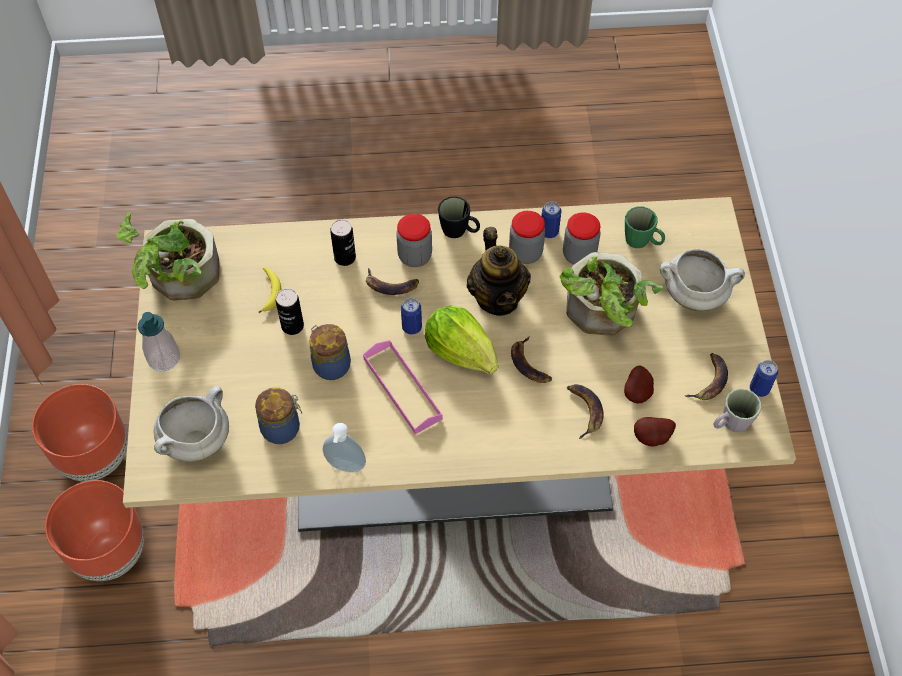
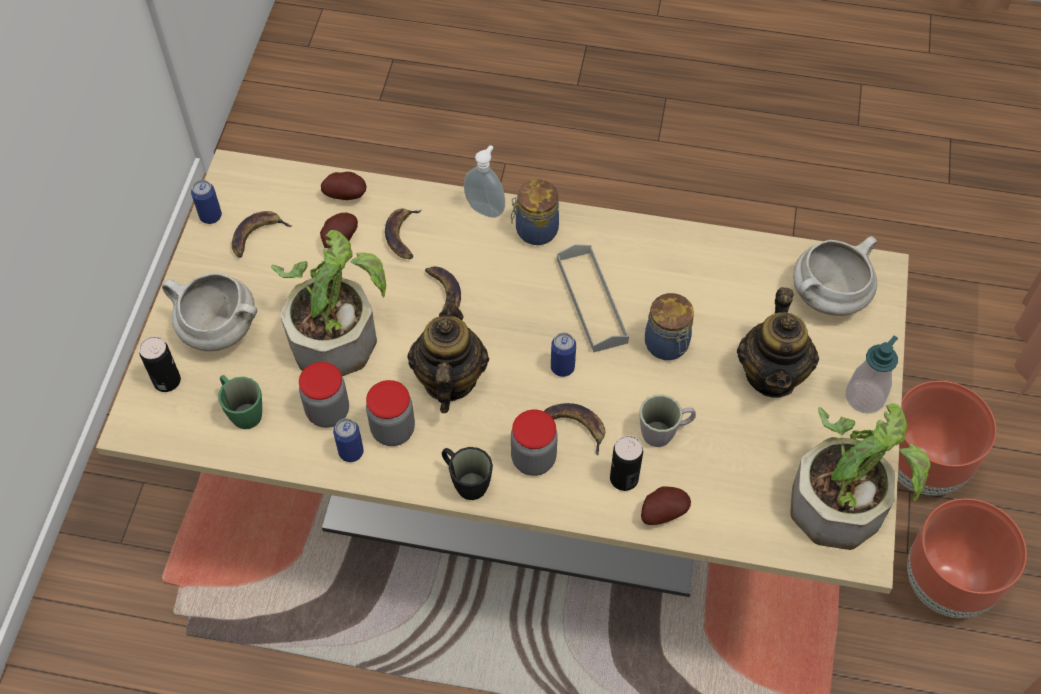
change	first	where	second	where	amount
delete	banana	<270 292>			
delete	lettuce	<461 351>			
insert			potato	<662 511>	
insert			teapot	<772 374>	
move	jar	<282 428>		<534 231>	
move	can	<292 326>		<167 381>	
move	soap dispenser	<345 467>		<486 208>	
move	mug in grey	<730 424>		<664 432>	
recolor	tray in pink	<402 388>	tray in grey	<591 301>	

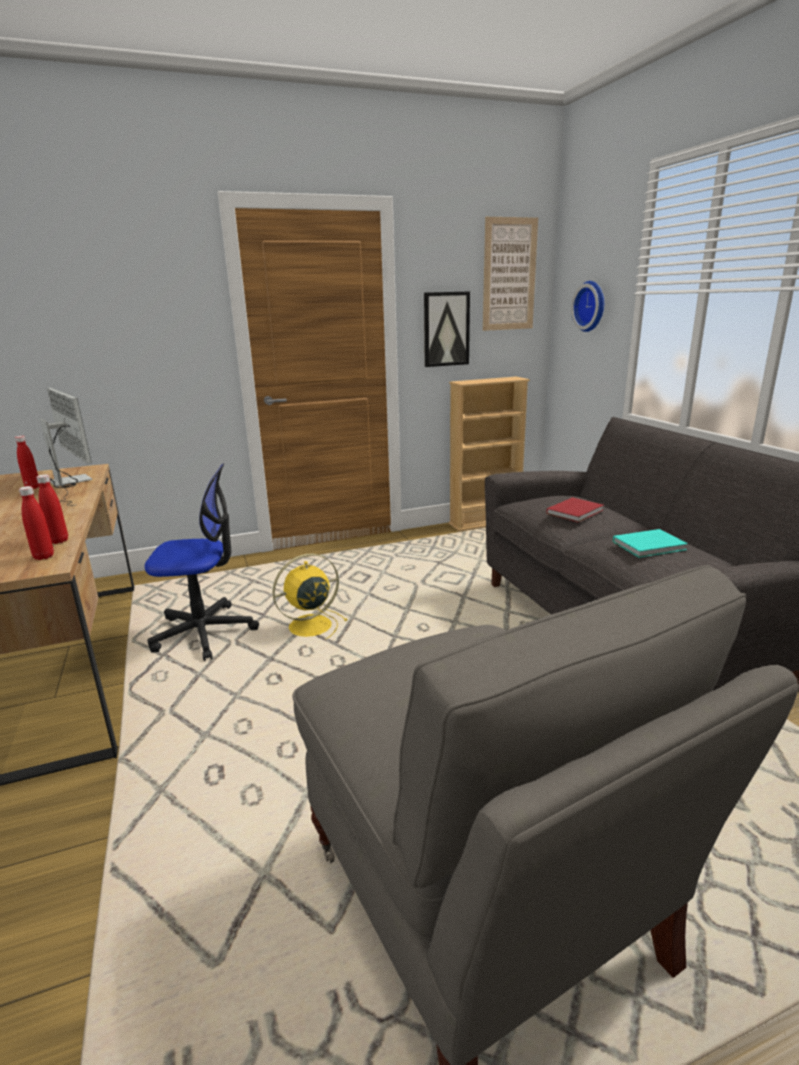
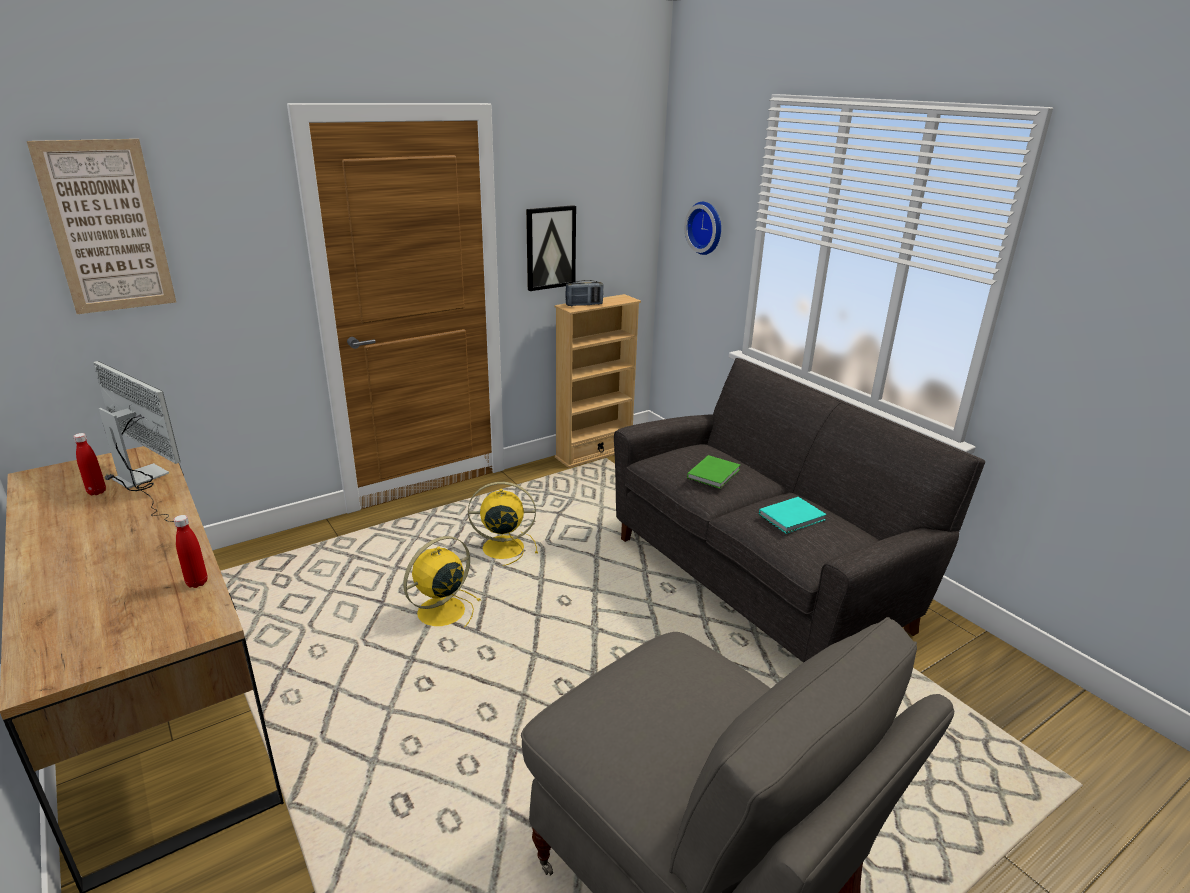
change	first	where	second	where	amount
delete	bottle in red	<44 557>			
delete	office chair	<204 632>			
insert			fan in yellow	<501 548>	
insert			radio	<584 305>	
move	picture	<509 275>		<107 227>	
recolor	book in red	<576 512>	book in green	<715 473>	

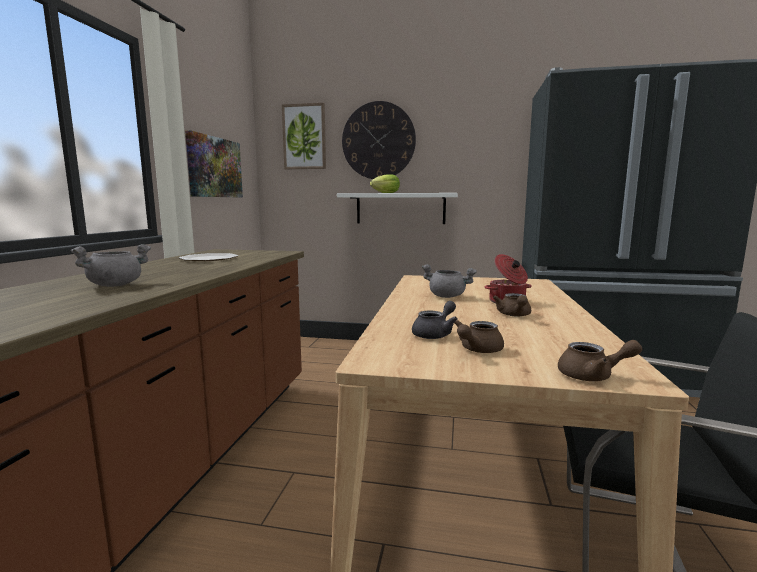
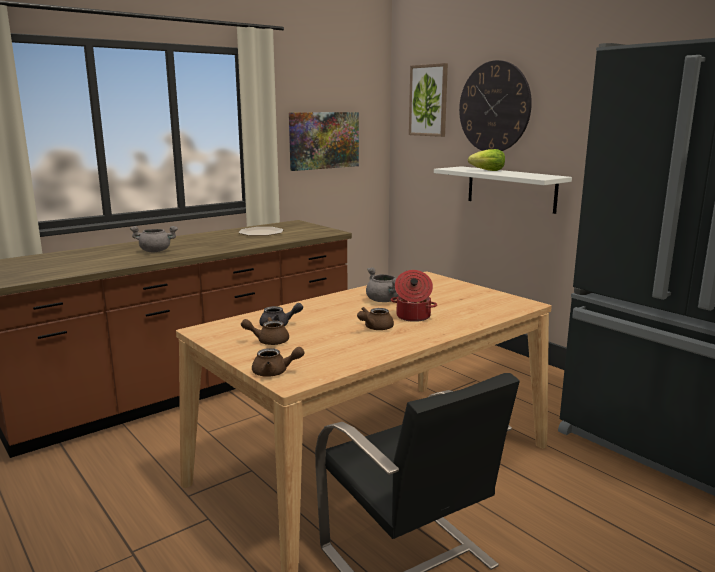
change	first	where	second	where	amount
rotate	teapot in brown	<593 376>		<275 372>	45 degrees counterclockwise

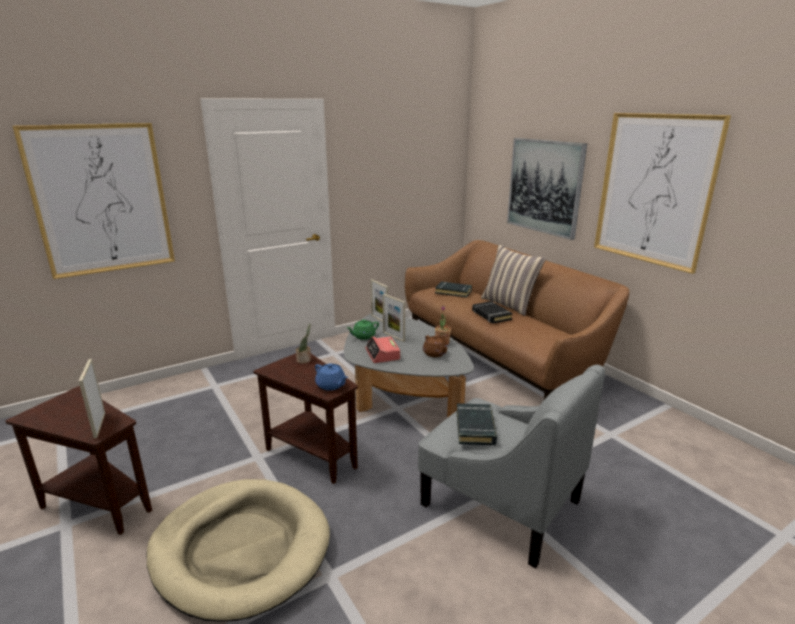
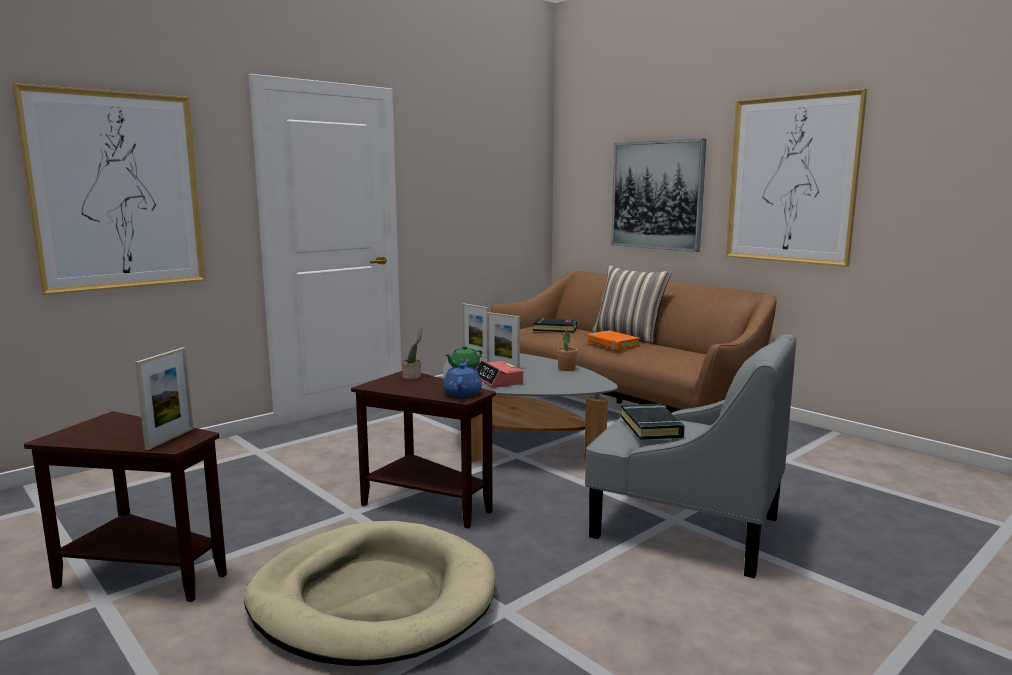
change	first	where	second	where	amount
delete	teapot in brown	<435 354>			
recolor	book in black	<491 315>	book in orange	<613 344>	
rotate	picture frame	<99 425>		<170 438>	135 degrees counterclockwise
rotate	teapot in blue	<331 385>		<462 393>	120 degrees counterclockwise

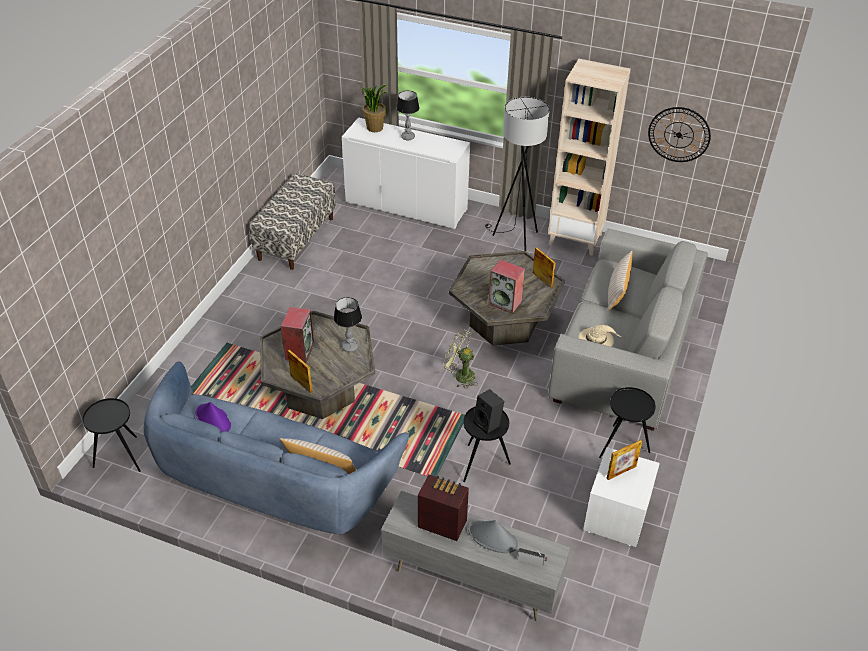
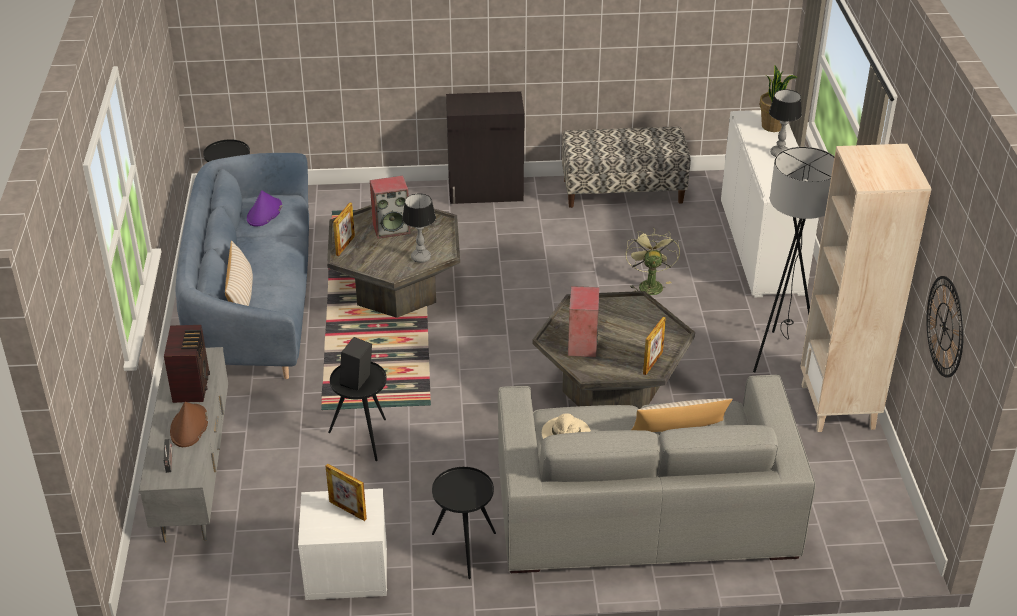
change	first	where	second	where	amount
insert			cabinet in black	<486 192>	
move	fan in green	<460 375>		<649 284>	
recolor	hat in grey	<493 537>	hat in brown	<189 427>	

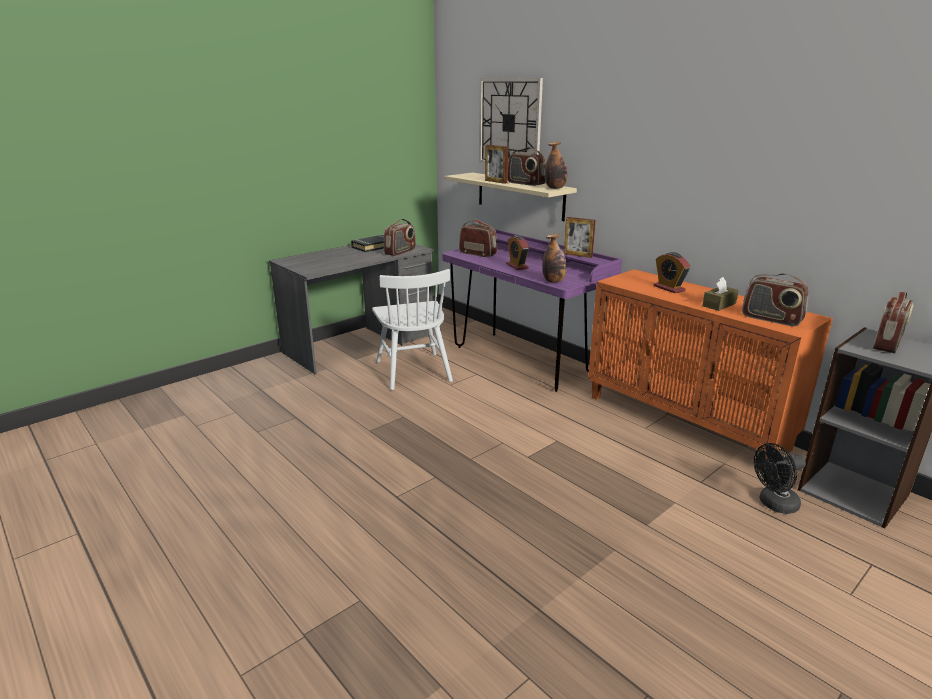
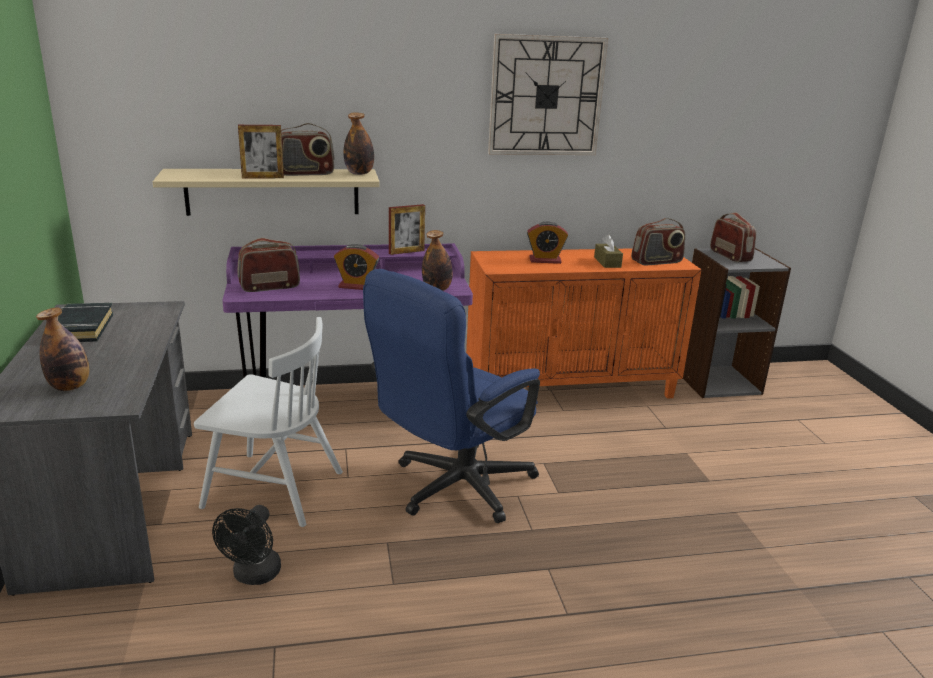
change	first	where	second	where	amount
delete	radio	<400 252>			
insert			bottle	<70 387>	
insert			office chair in blue	<452 489>	
move	wall clock	<510 123>		<546 96>	
move	fan in black	<774 504>		<254 576>	

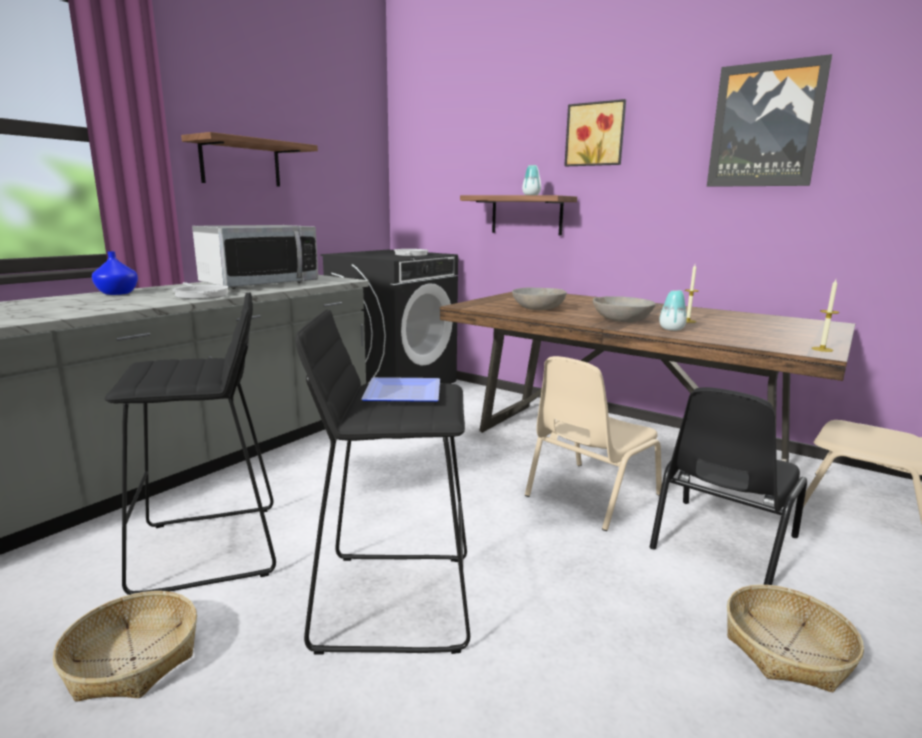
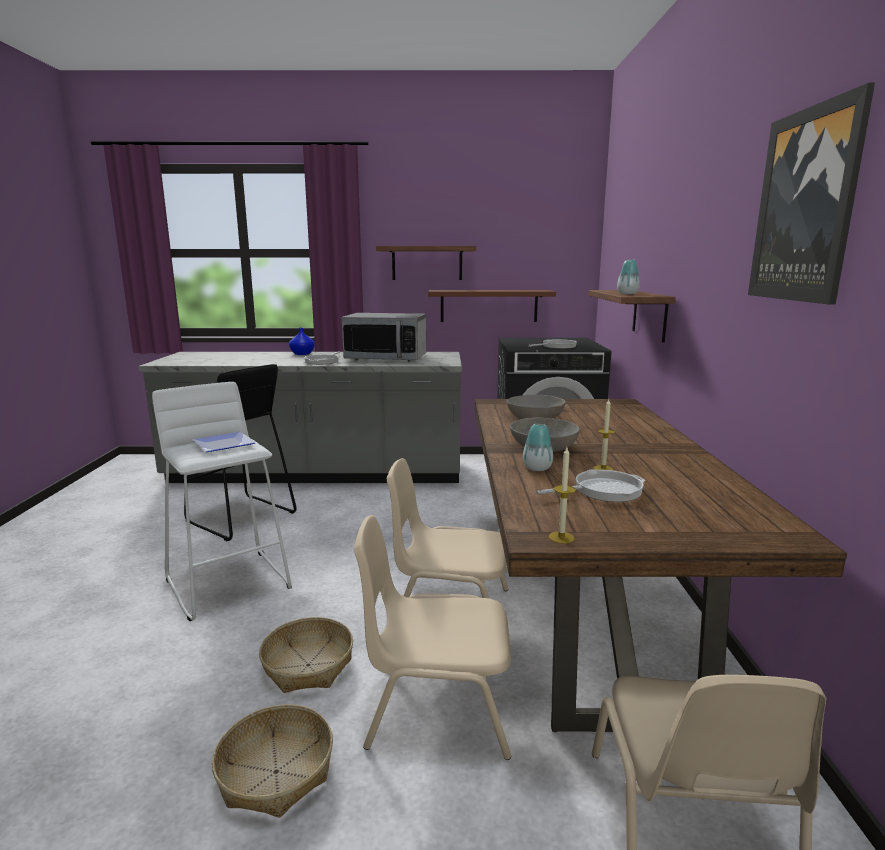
change	first	where	second	where	amount
delete	picture	<595 134>			
insert			shelf in brown	<489 305>	
insert			frying pan	<603 491>	
move	basket	<133 659>		<308 665>	
recolor	stool in black	<394 599>	stool in white	<229 583>	
recolor	chair in black	<721 543>	chair in beige	<437 705>	

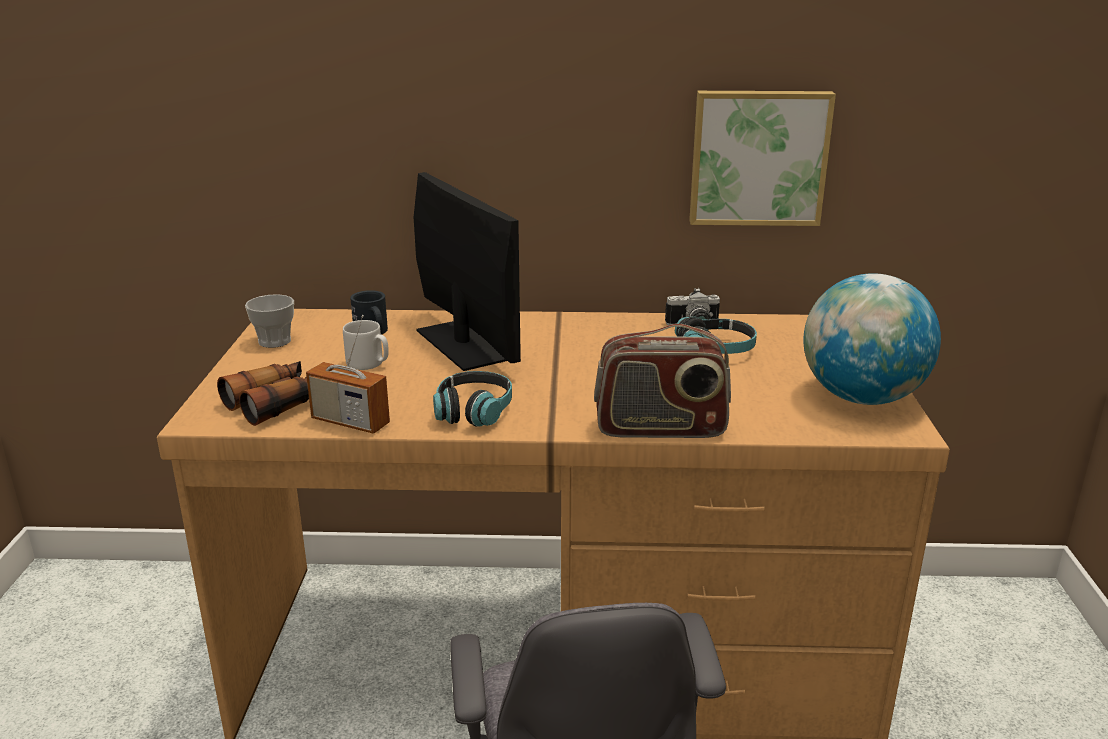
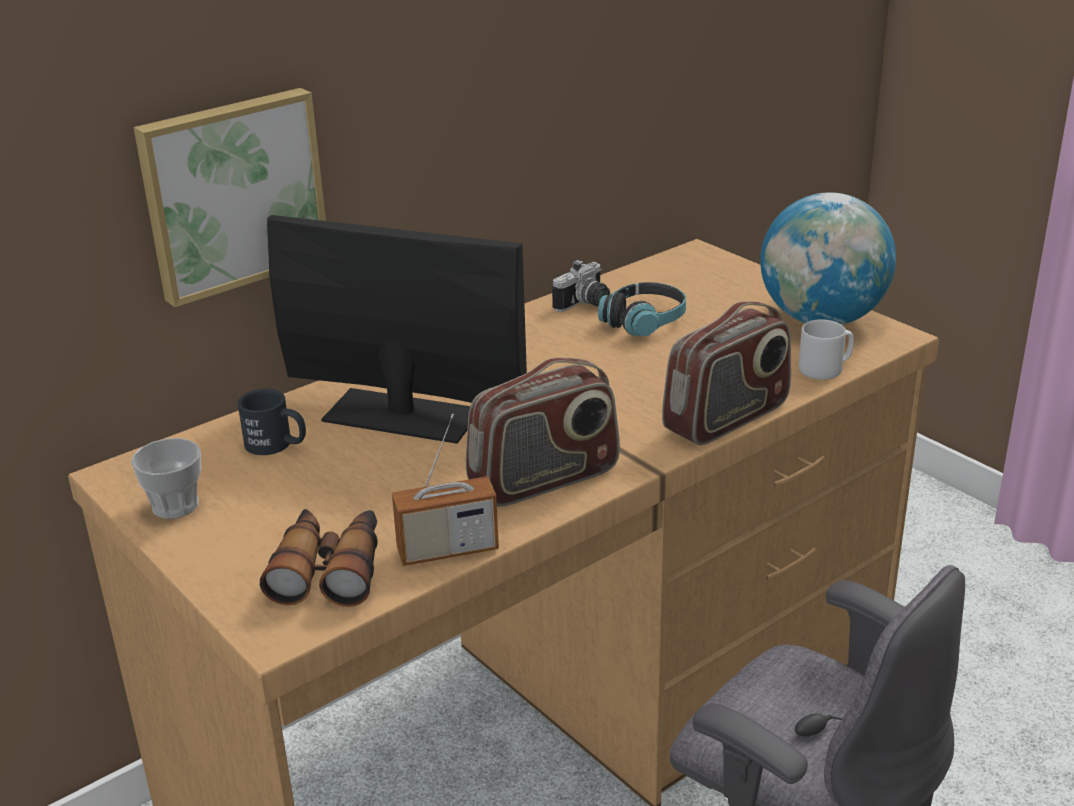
change	first	where	second	where	amount
move	mug in grey	<368 364>		<825 369>	
move	picture	<758 157>		<232 193>	
replace	headphones	<474 411>	radio	<544 479>	

